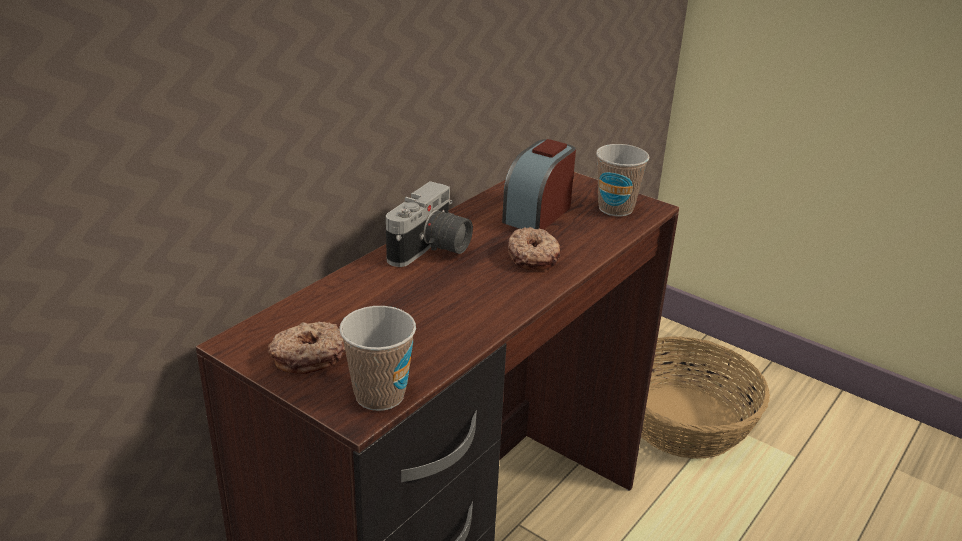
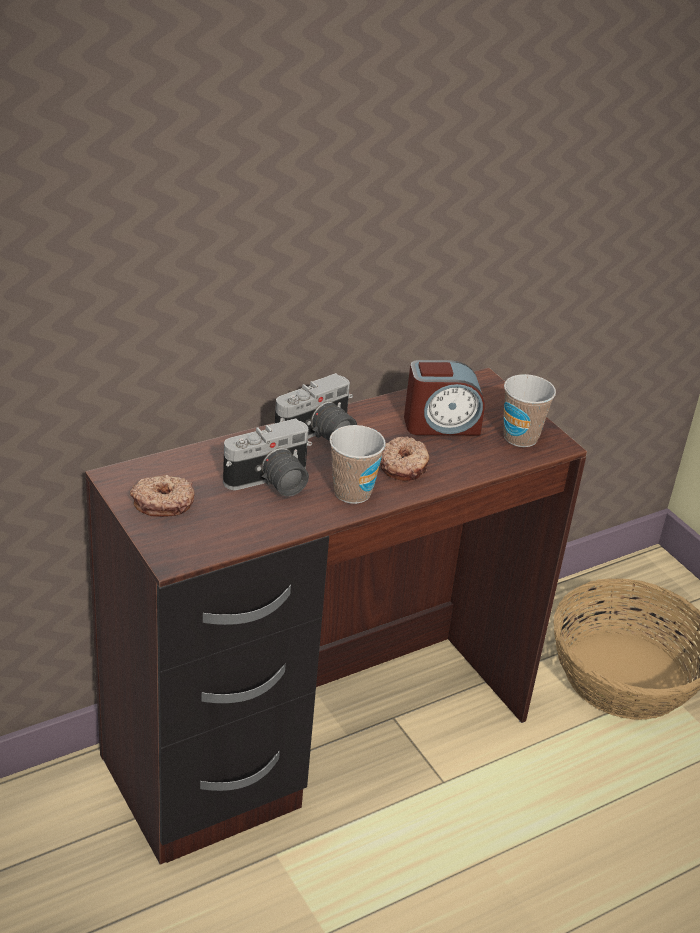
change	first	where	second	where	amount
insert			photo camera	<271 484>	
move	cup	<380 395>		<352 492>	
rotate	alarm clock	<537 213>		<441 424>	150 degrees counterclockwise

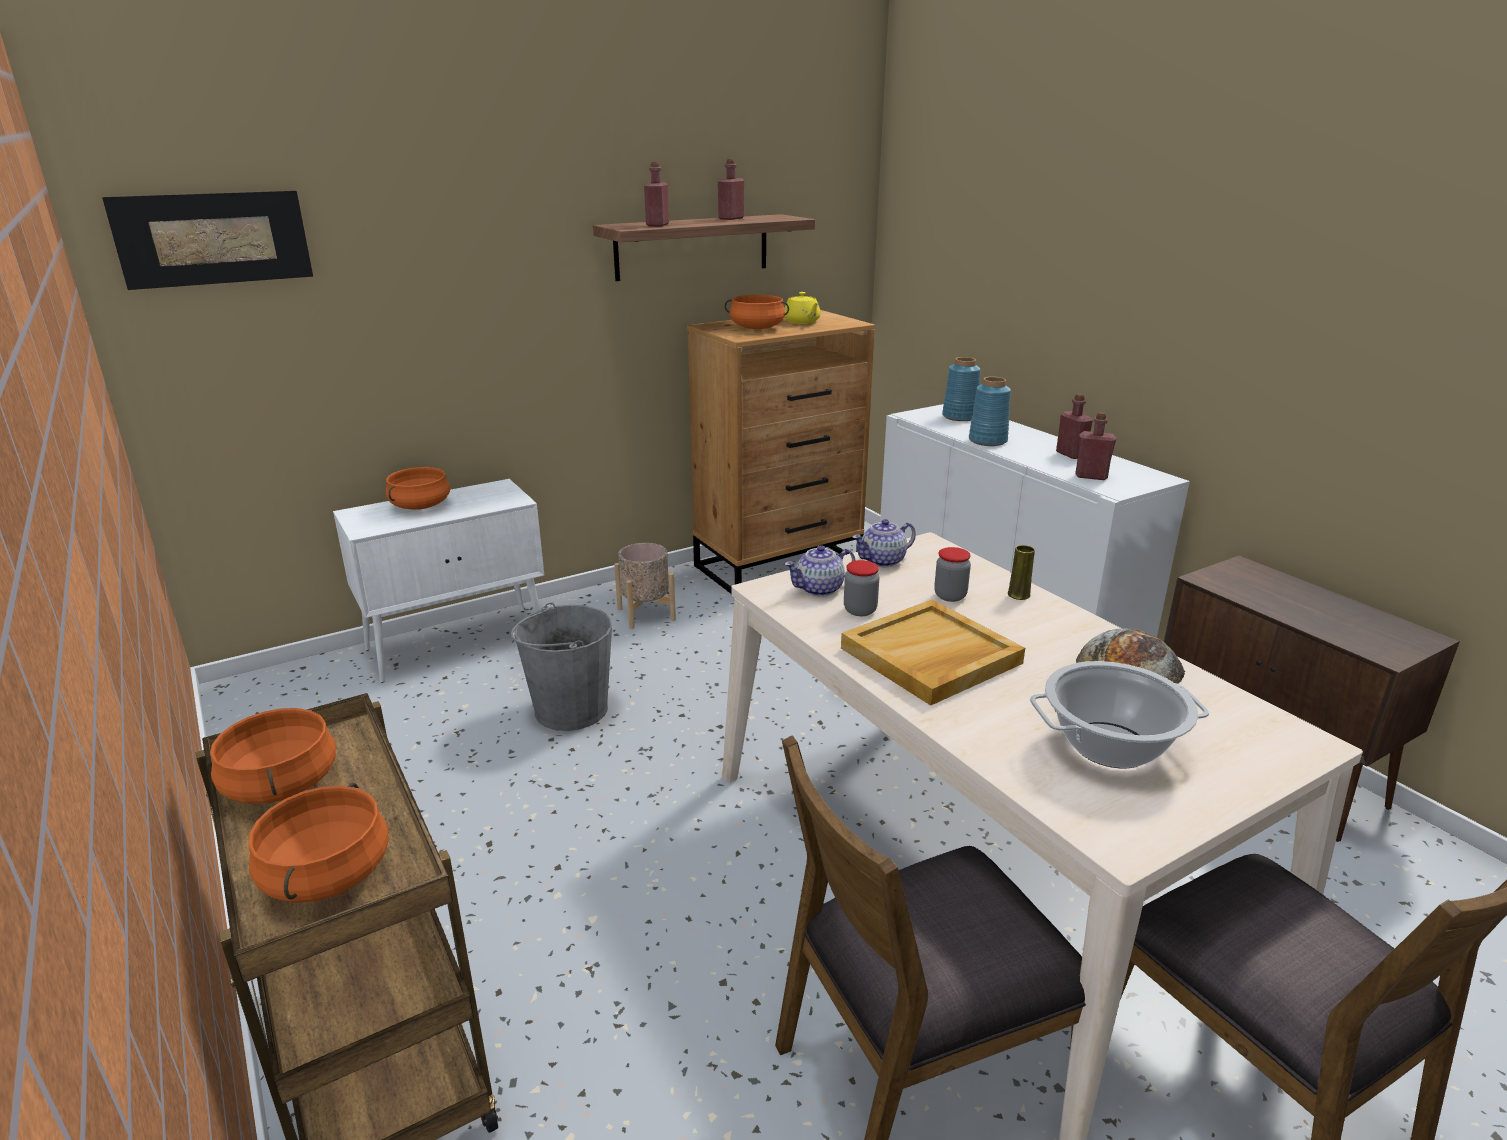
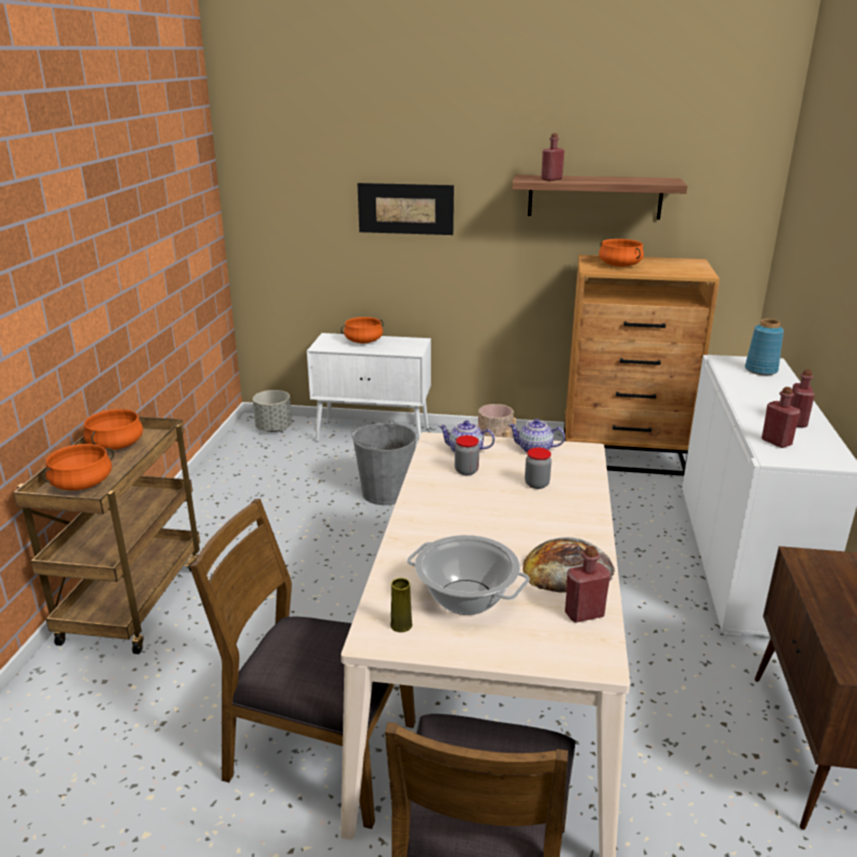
change	first	where	second	where	amount
delete	teapot in yellow	<802 322>			
delete	tray in beige	<930 656>			
delete	vase in blue	<987 441>			
insert			planter in grey	<274 428>	
move	picture	<213 239>		<405 208>	
move	bottle in red	<731 218>		<584 614>	
move	vase in yellow	<1018 595>		<401 625>	

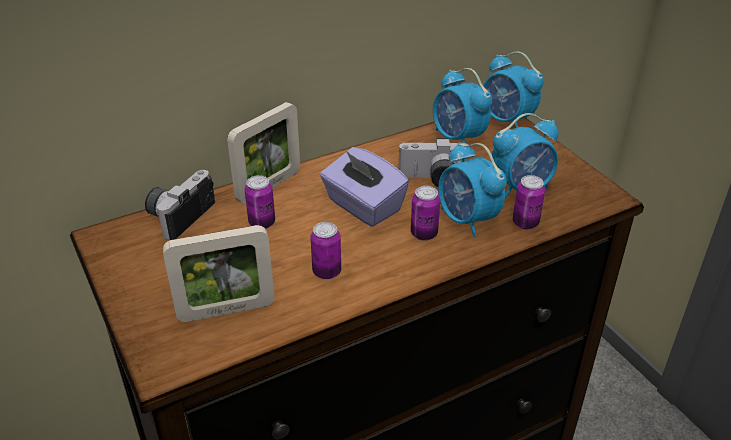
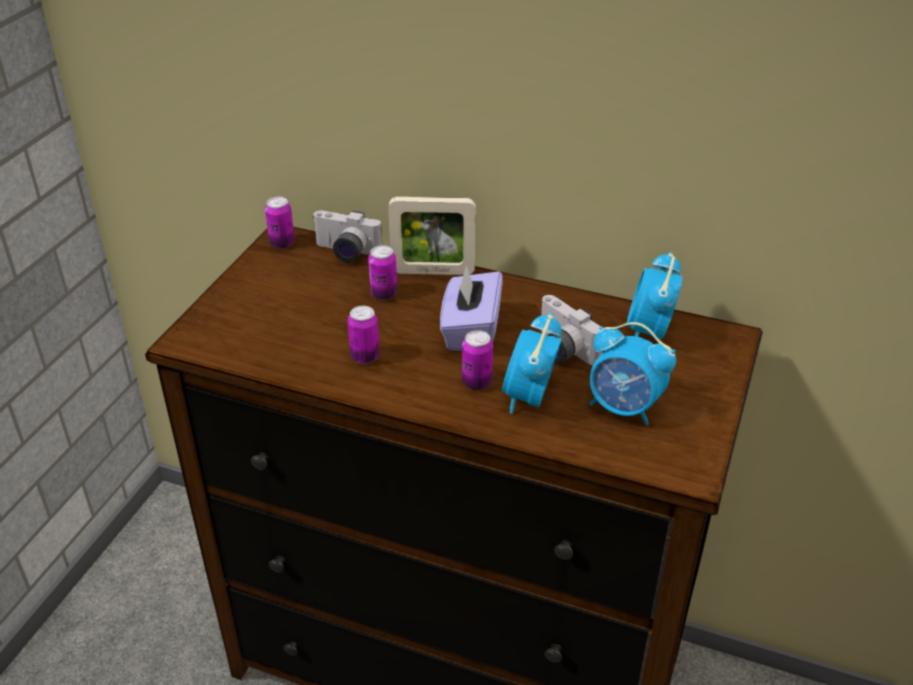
change	first	where	second	where	amount
delete	picture frame	<226 310>			
delete	alarm clock	<507 120>			
move	can	<525 223>		<282 243>	
rotate	photo camera	<179 215>		<345 253>	150 degrees counterclockwise

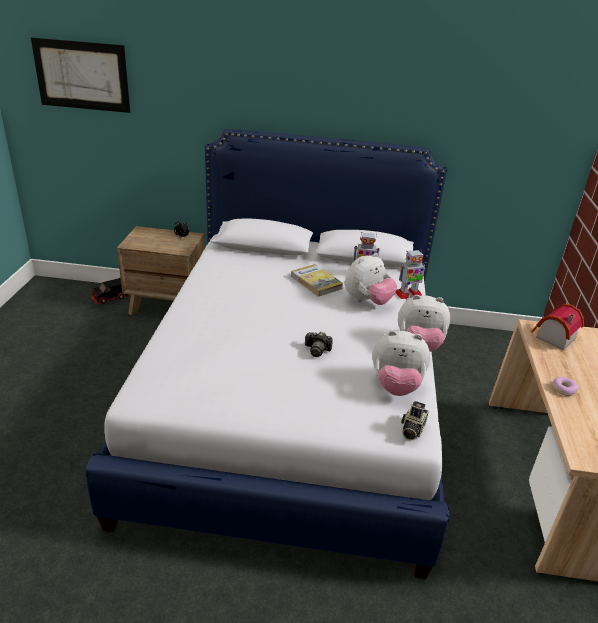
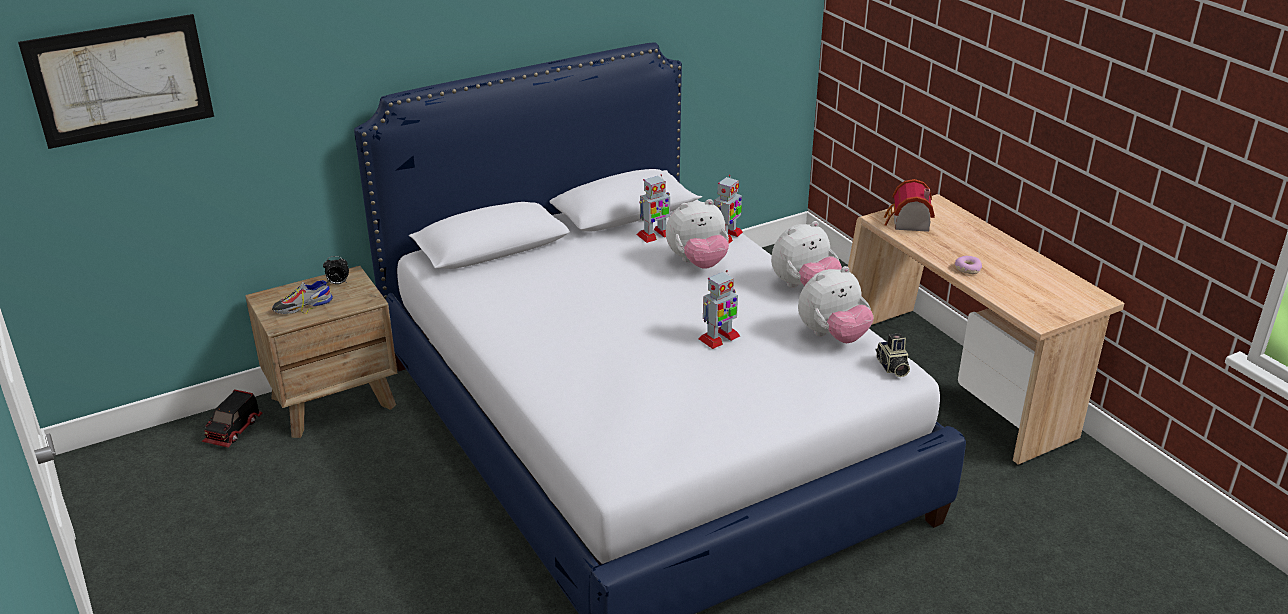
change	first	where	second	where	amount
delete	book	<316 282>			
insert			shoe	<302 306>	
replace	photo camera	<317 350>	toy robot	<719 338>	
rotate	plush toy	<367 301>		<697 263>	60 degrees clockwise

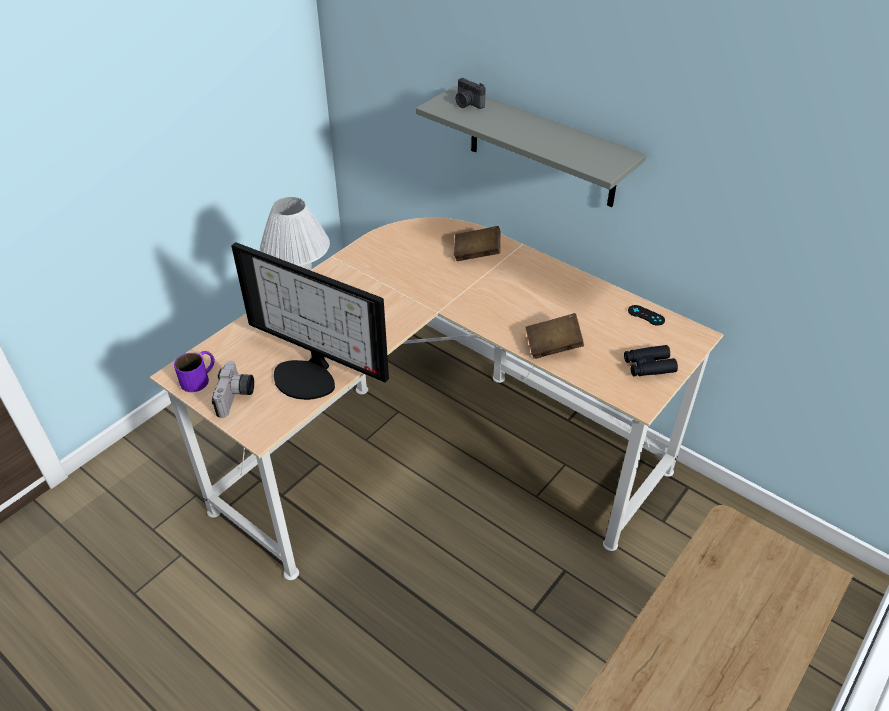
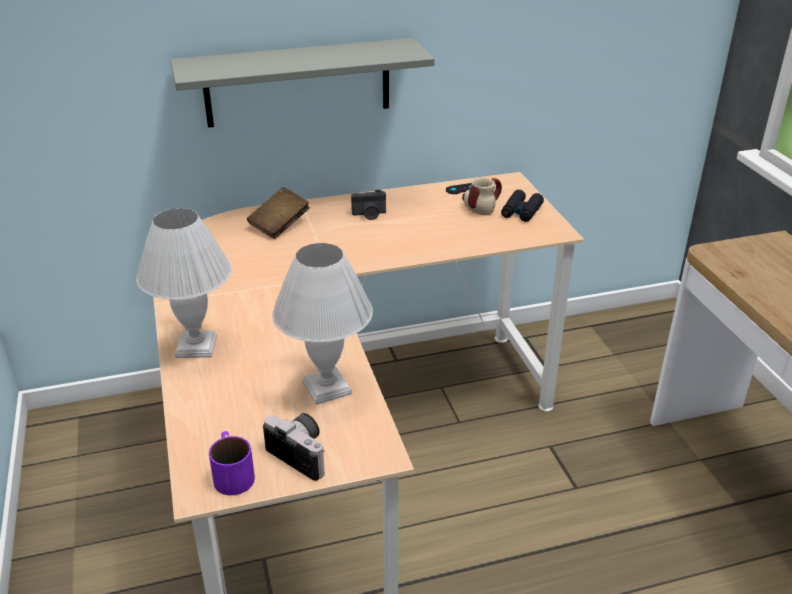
change	first	where	second	where	amount
delete	book in brown	<553 346>			
insert			mug	<481 207>	
move	photo camera	<467 104>		<369 215>	
replace	monitor	<309 375>	table lamp in white	<328 387>	

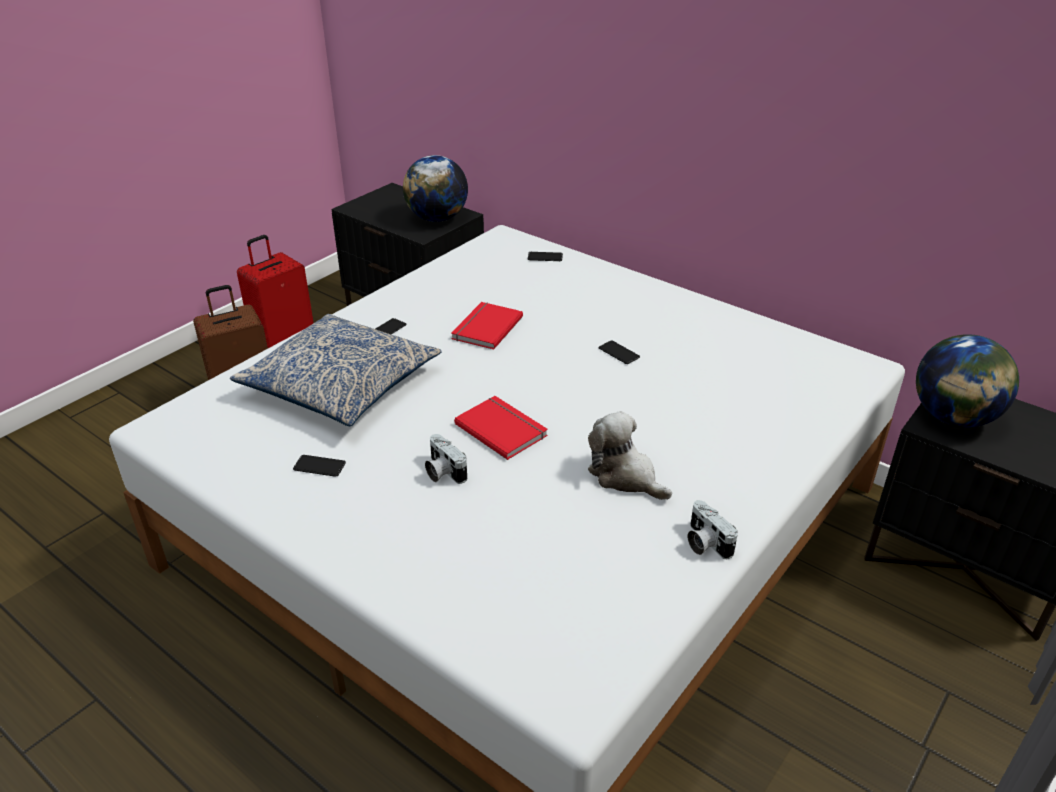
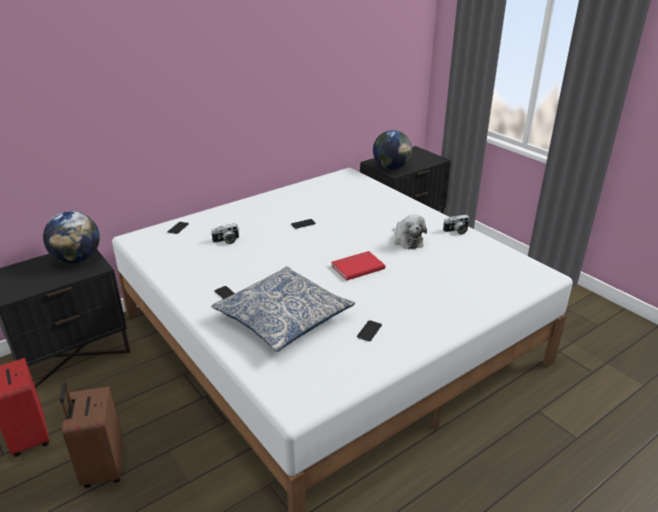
change	first	where	second	where	amount
delete	book in red	<485 328>			
move	photo camera	<442 472>		<226 241>	
rotate	plush toy	<625 476>		<407 240>	75 degrees counterclockwise

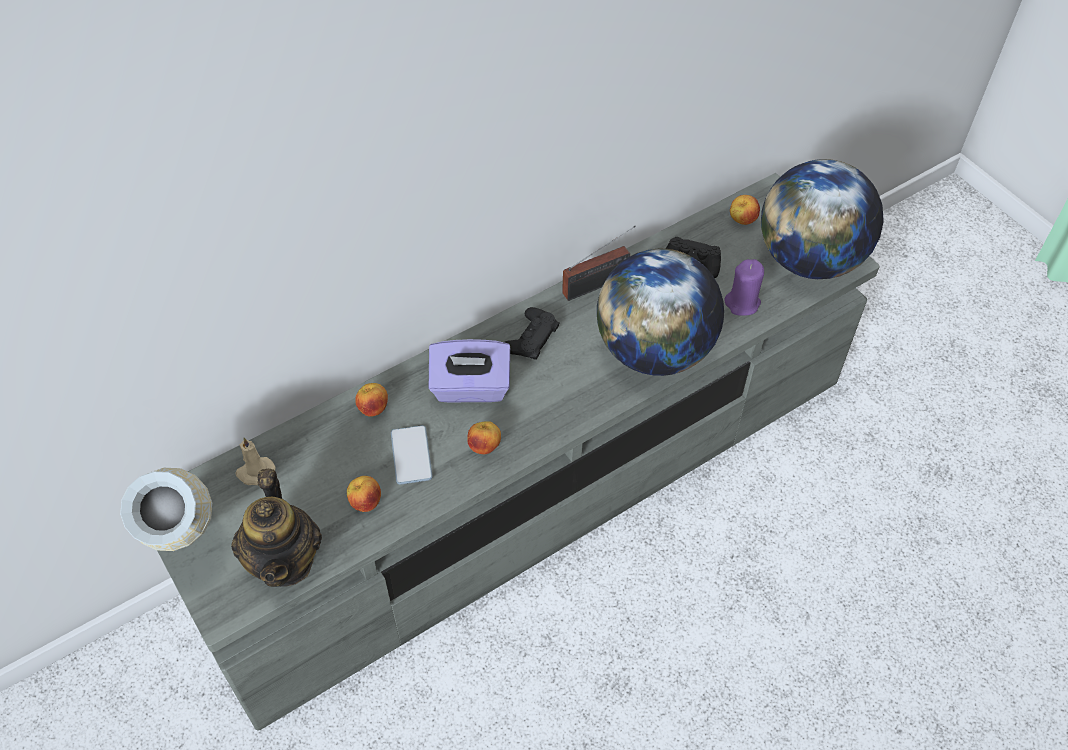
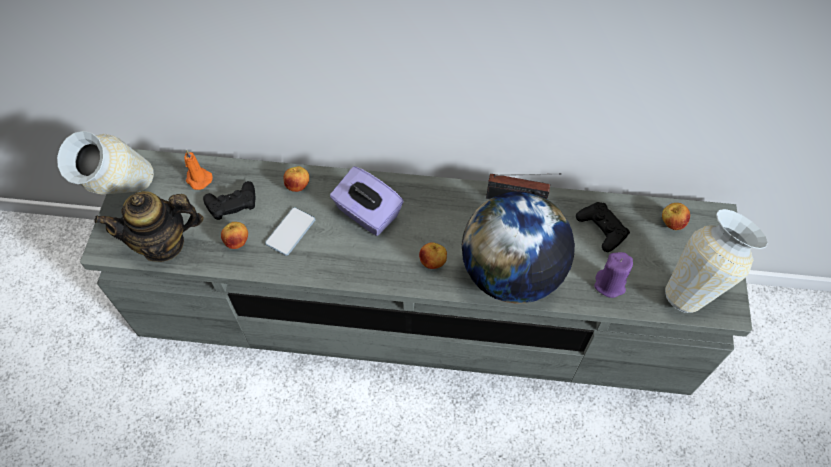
change	first	where	second	where	amount
move	apple	<484 446>		<433 262>	
move	game controller in black	<530 338>		<232 203>	
replace	globe	<810 259>	vase	<697 287>	
recolor	candle in beige	<255 473>	candle in orange	<198 178>	
rotate	teapot	<285 560>		<163 244>	45 degrees clockwise

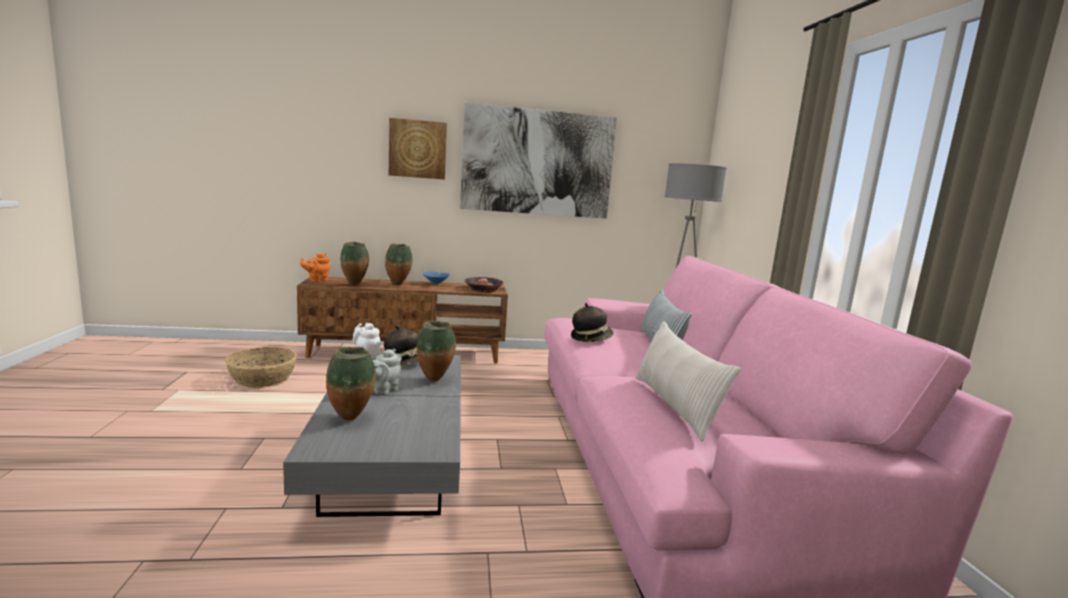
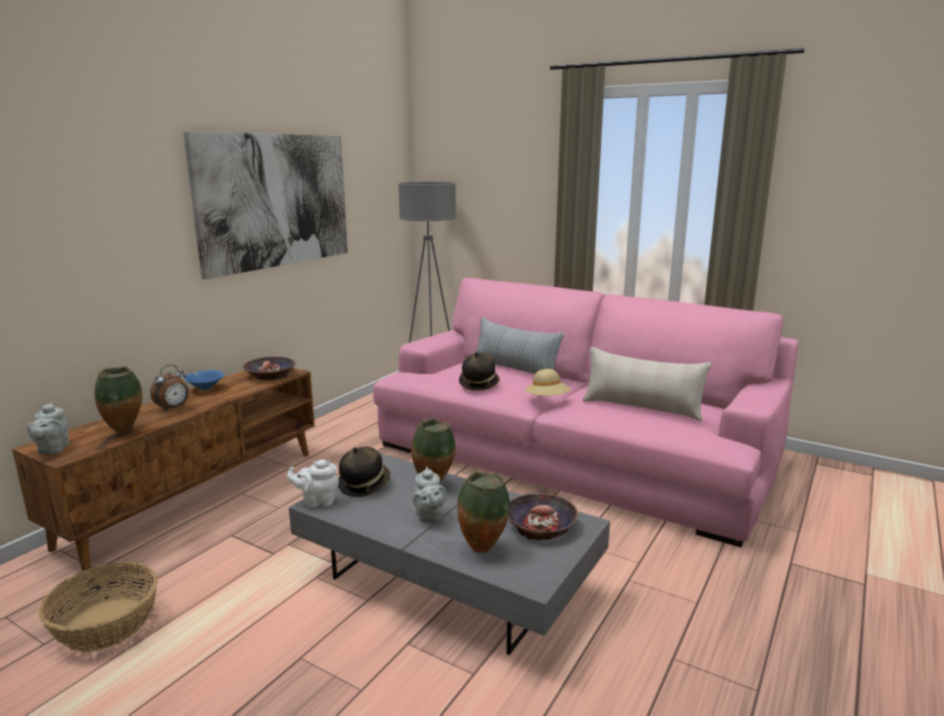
change	first	where	second	where	amount
delete	picture	<417 149>			
insert			bowl	<540 525>	
insert			hat in beige	<547 399>	
replace	vase	<398 285>	alarm clock	<173 408>	
recolor	teapot in orange	<317 280>	teapot in grey	<52 449>	

